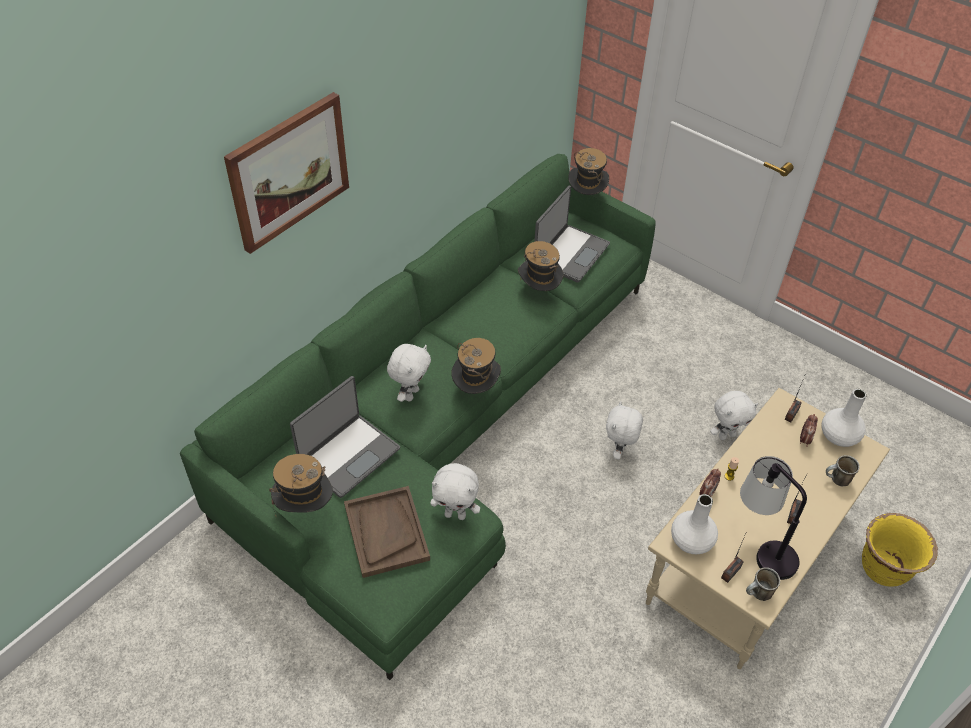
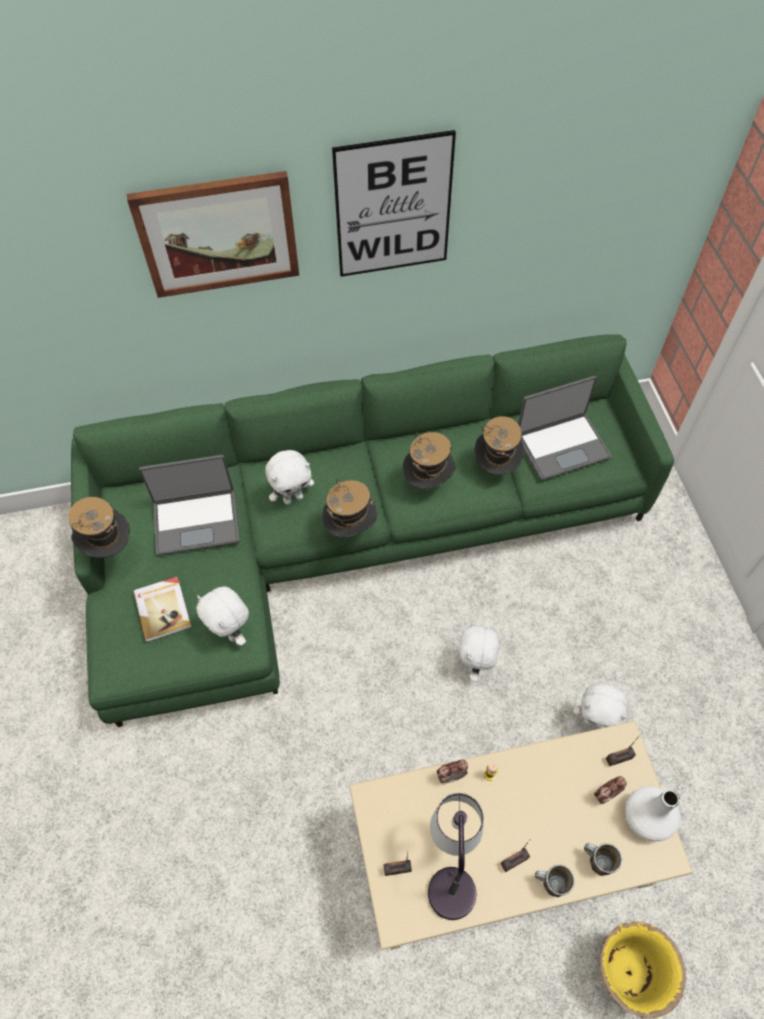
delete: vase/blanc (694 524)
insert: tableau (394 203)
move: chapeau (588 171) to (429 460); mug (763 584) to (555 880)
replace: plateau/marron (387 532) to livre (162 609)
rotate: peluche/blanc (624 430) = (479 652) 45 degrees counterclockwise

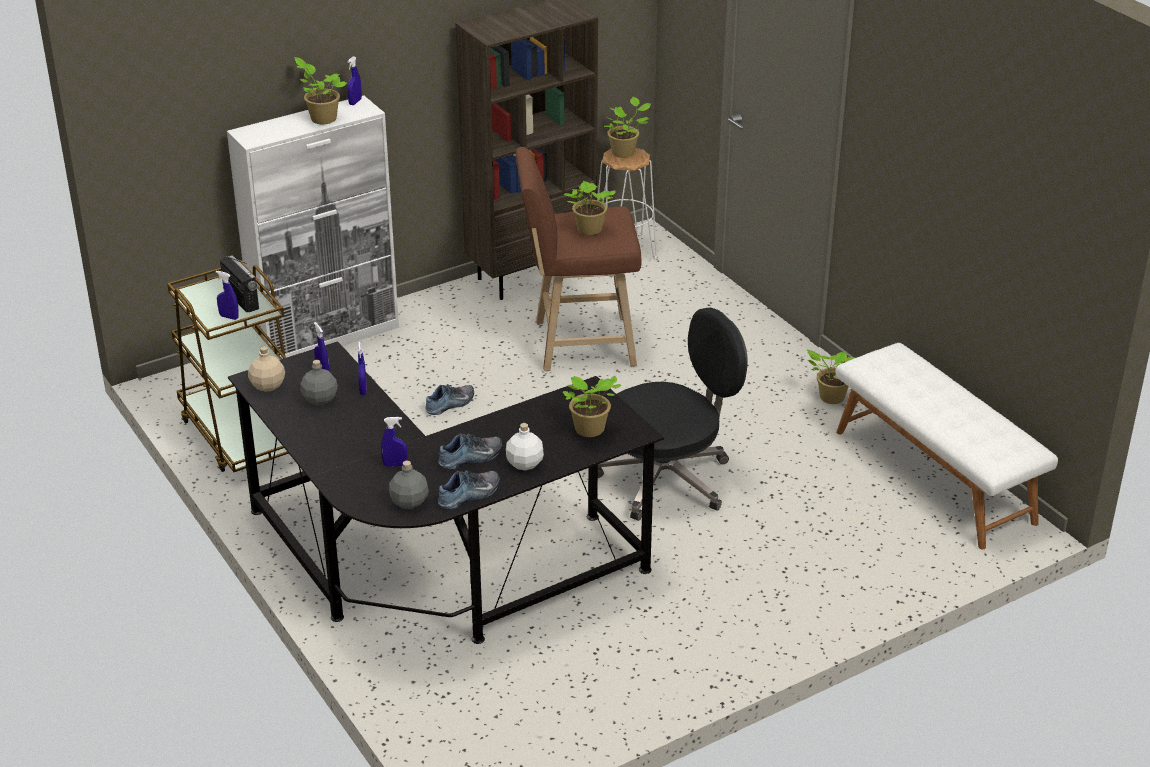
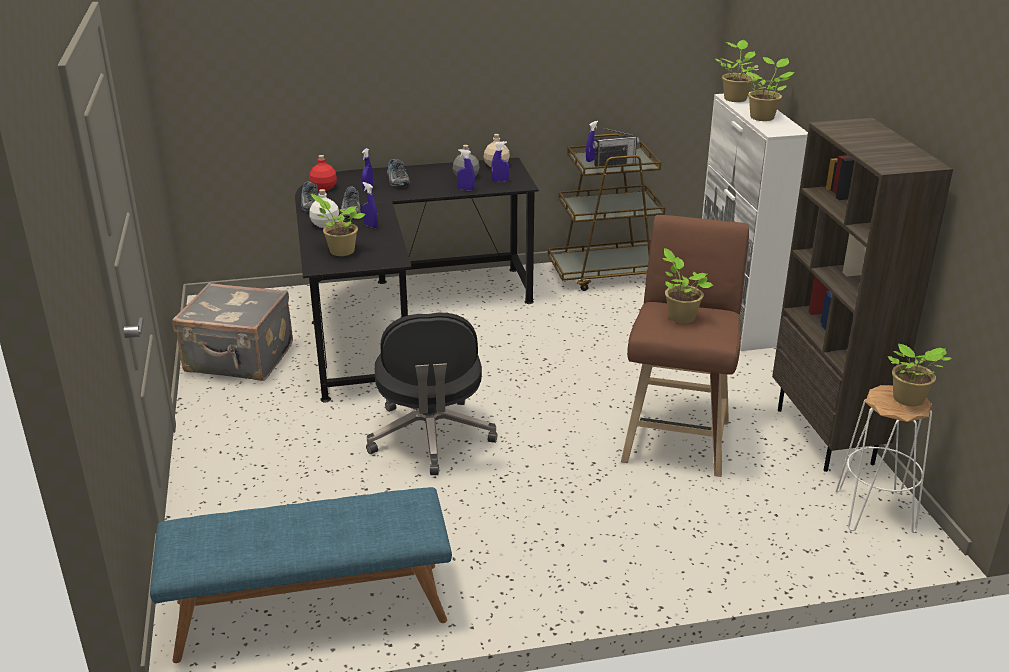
insert: valise/gris (233 332)
move: vaporisateur/bleu (354 80) to (370 205); chaussure (449 399) to (398 173); plante en pot (831 377) to (737 71)
recolor: bouteille/gris (409 485) to bouteille/rouge (323 173); banc/blanc (947 446) to banc/bleu (301 575)

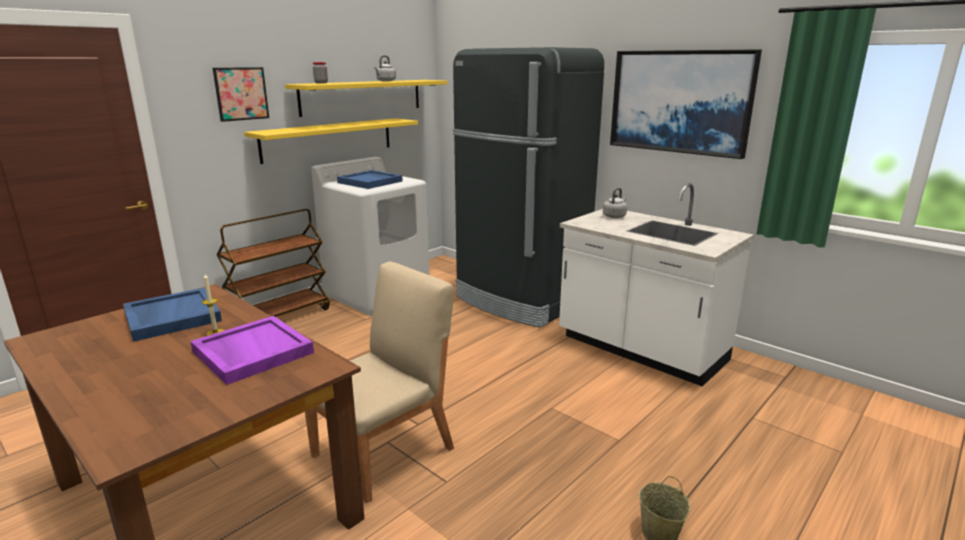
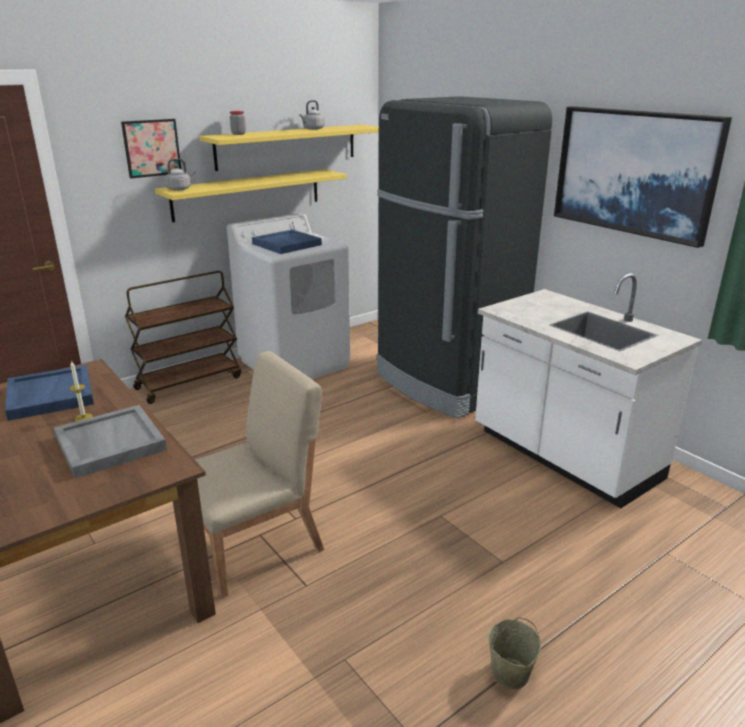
move: bouilloire/gris (615 203) to (180 174)
recolor: plateau/violet (252 350) to plateau/gris (110 442)

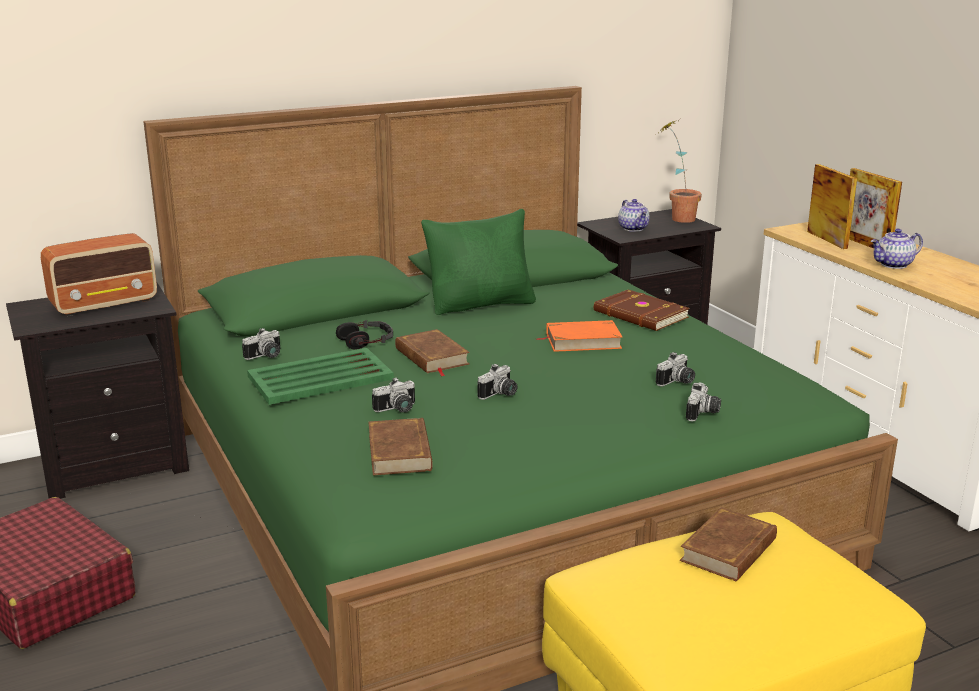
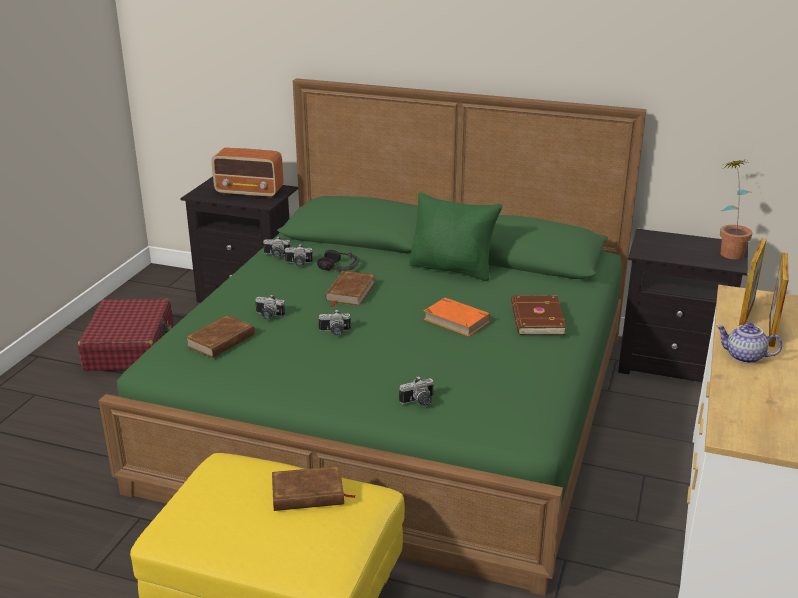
delete: plateau/vert (320 376); théière (634 215)
move: appareil photo (675 369) to (299 255)

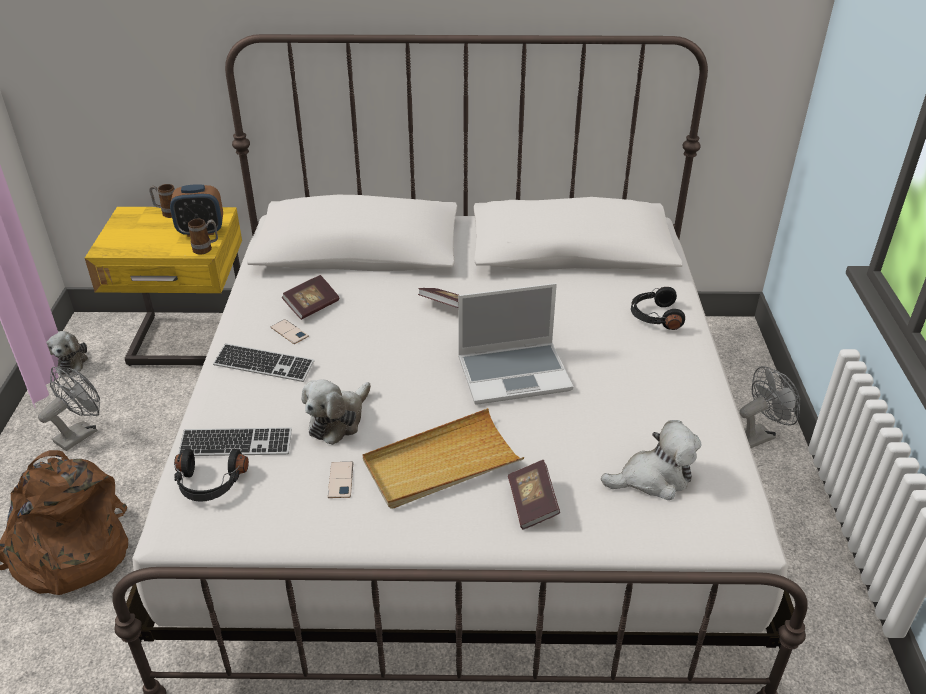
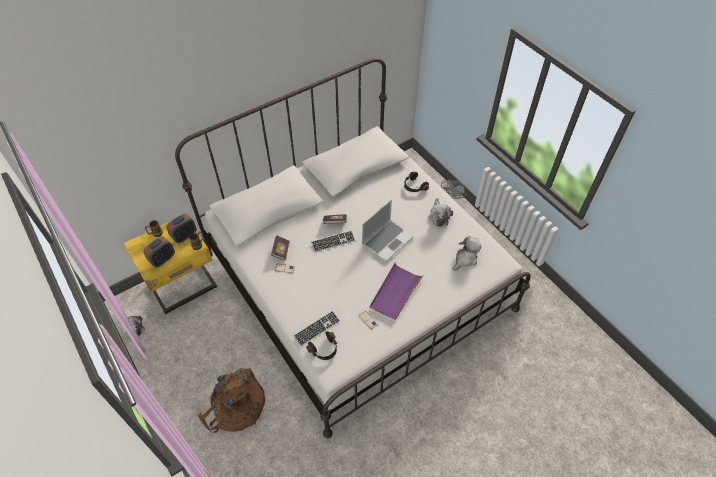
delete: ventilateur/gris (69 409); livre (534 495)
insert: réveil (159 251)
move: clavier (263 362) to (333 241); peluche (336 412) to (440 212)
recolor: plateau/beige (443 458) to plateau/violet (396 291)

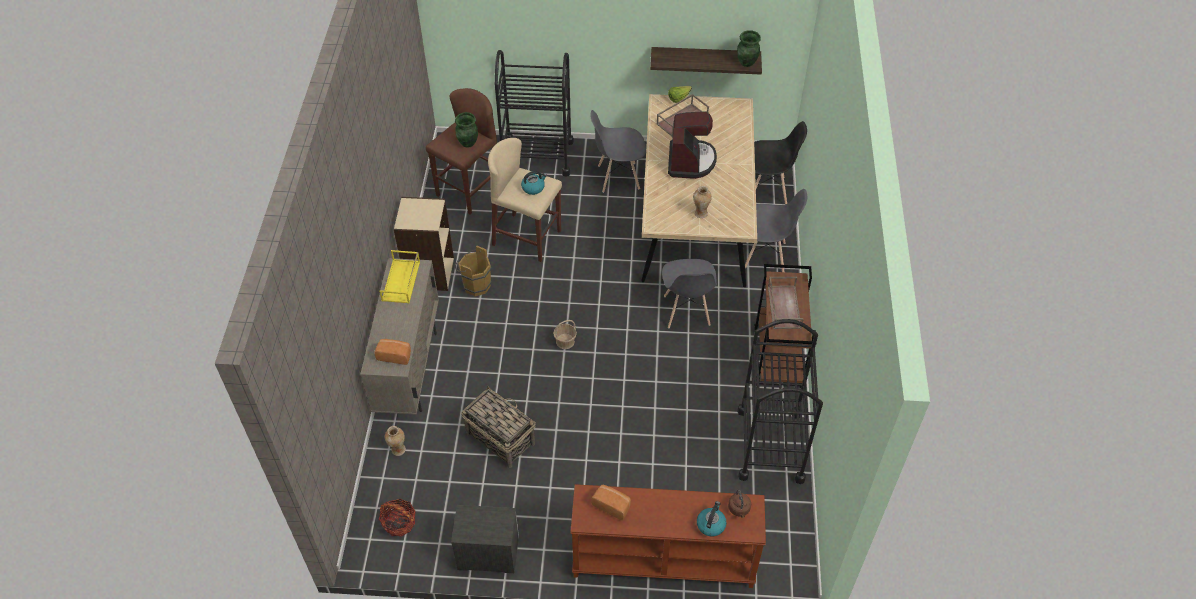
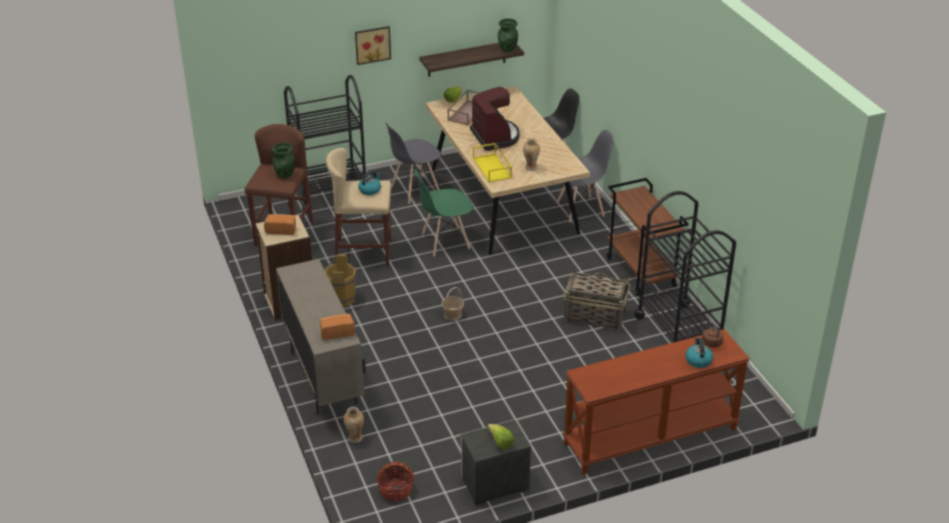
delete: chaise/gris (689 293); plateau/marron (786 303)
insert: tableau (373 45); chaise/vert (443 213); laitue (500 437)
move: plateau/jaune (400 277) to (492 162); panier (499 427) to (597 300); pain (611 502) to (280 224)

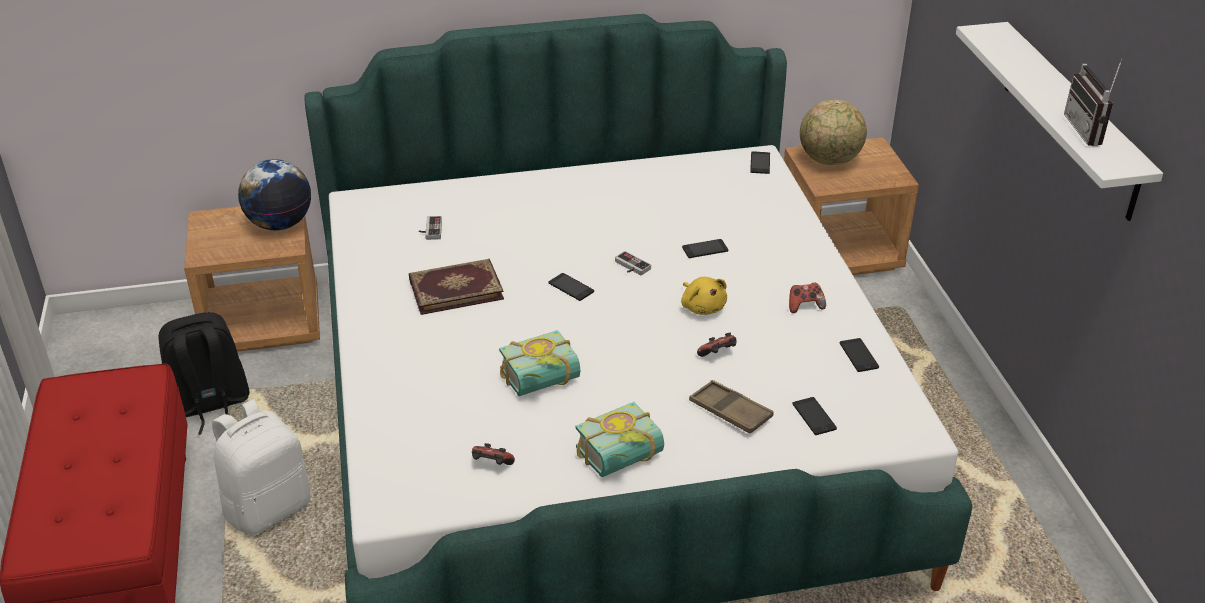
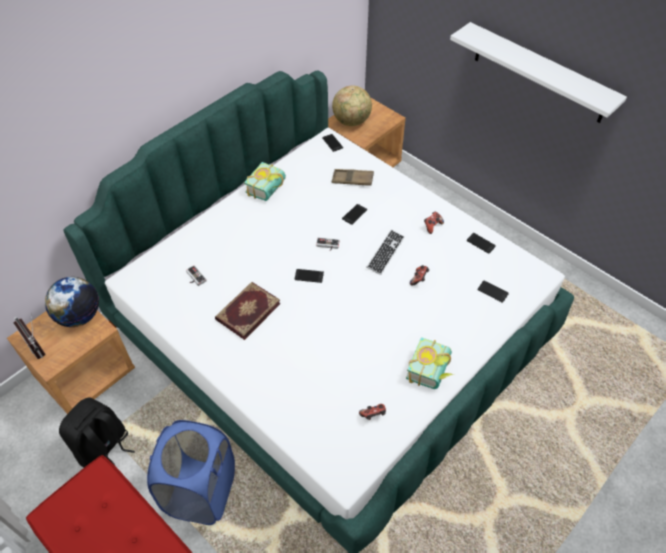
move: livre (539 363) to (265 181); plateau/marron (731 407) to (353 177); radio (1093 102) to (30 337)
replace: sac à dos/blanc (261 467) to panier à linge/bleu (191 472); peluche/jaune (704 296) to clavier (386 252)

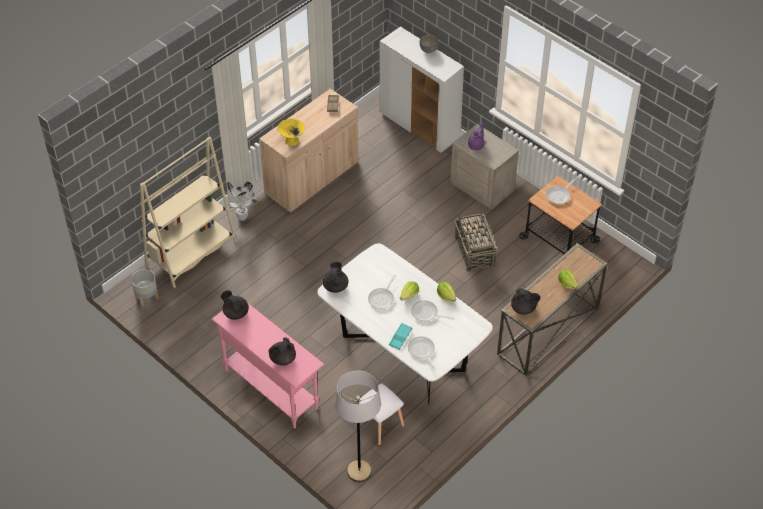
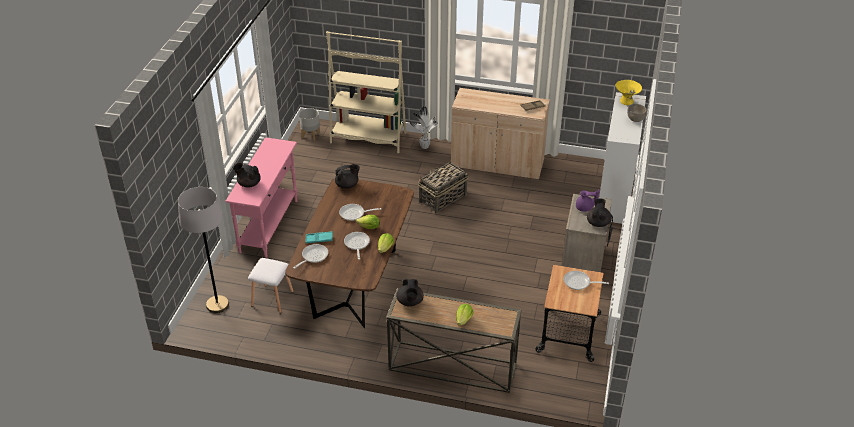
move: théière/noir (235 305) to (599 212); bol/jaune (291 132) to (629 92); panier (475 243) to (443 187)
recolor: table à manger/blanc (405 323) to table à manger/marron (349 253)

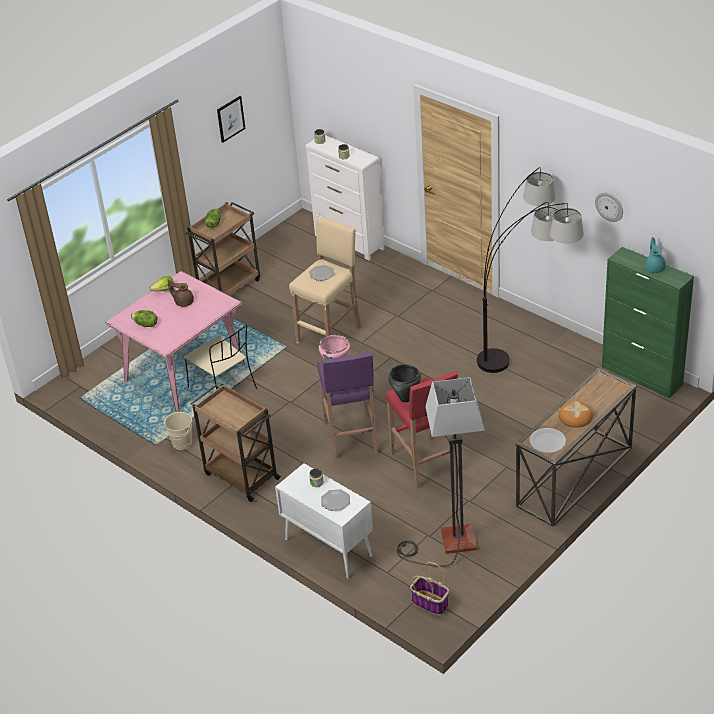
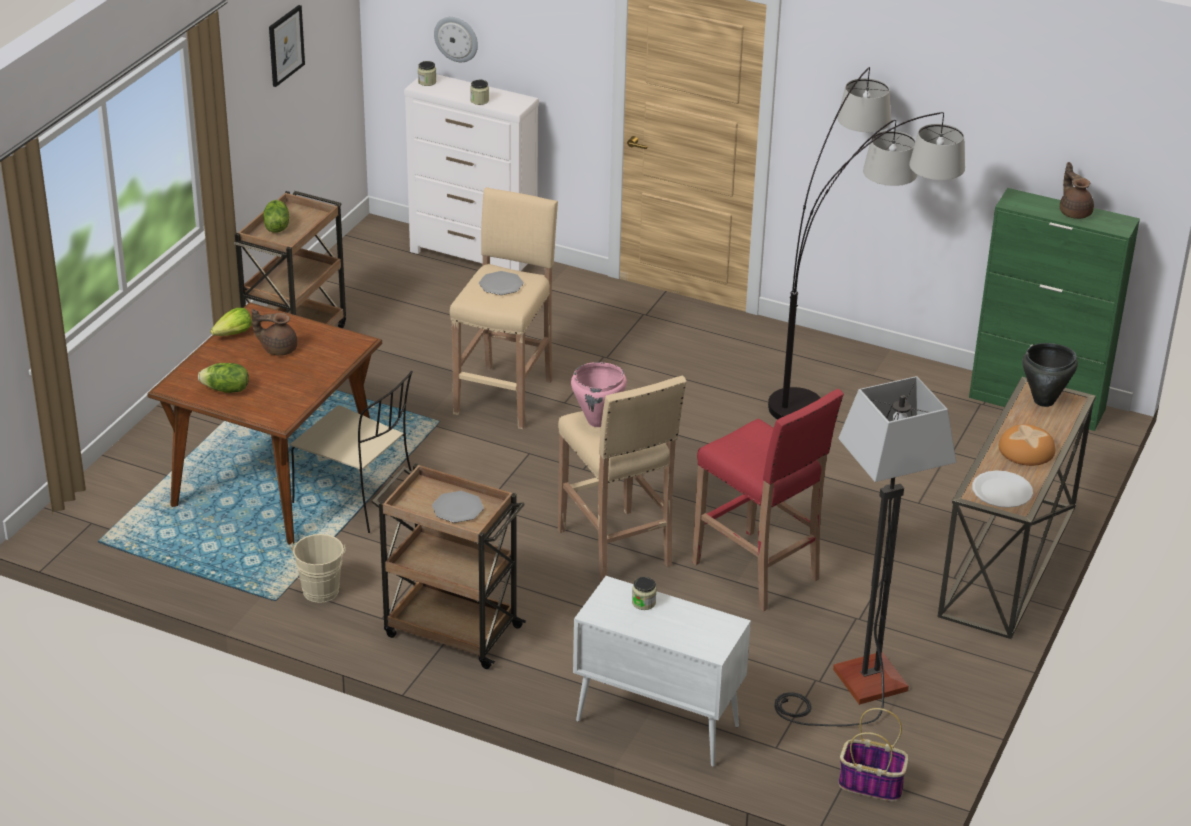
move: assiette (335 500) to (458 507); marmite/noir (404 383) to (1050 375); horloge murale (609 207) to (456 39)
recolor: table à manger/rose (175 341) to table à manger/marron (264 423); tabouret/violet (347 406) to tabouret/beige (622 479); théière/turquoise (655 255) to théière/marron (1077 190)

